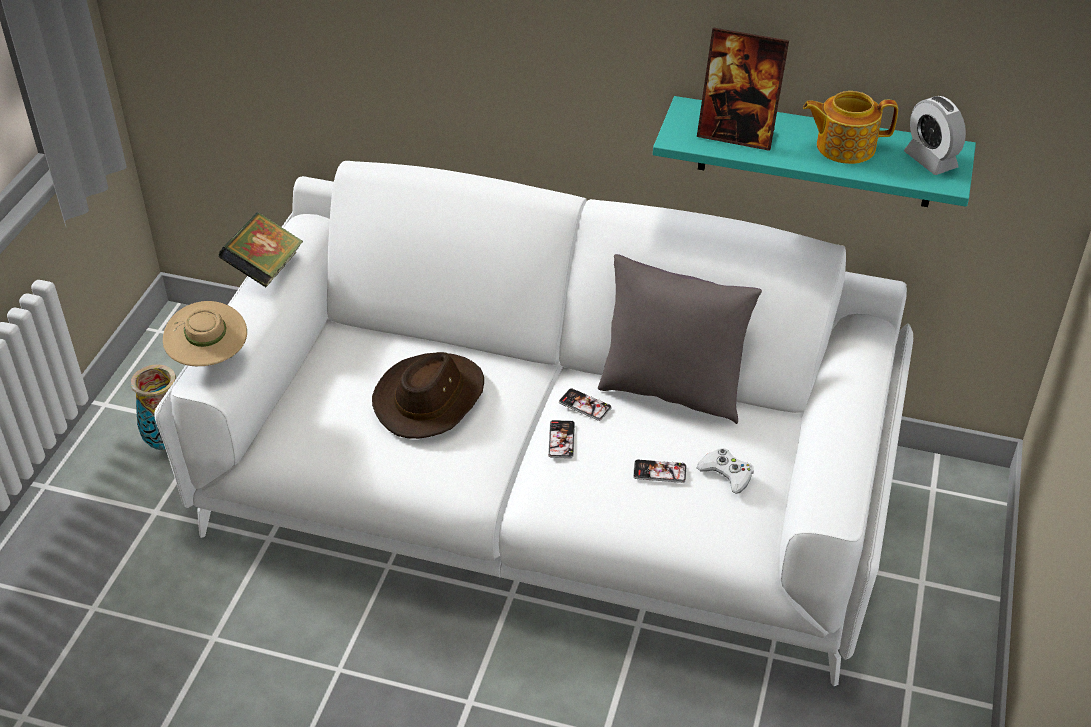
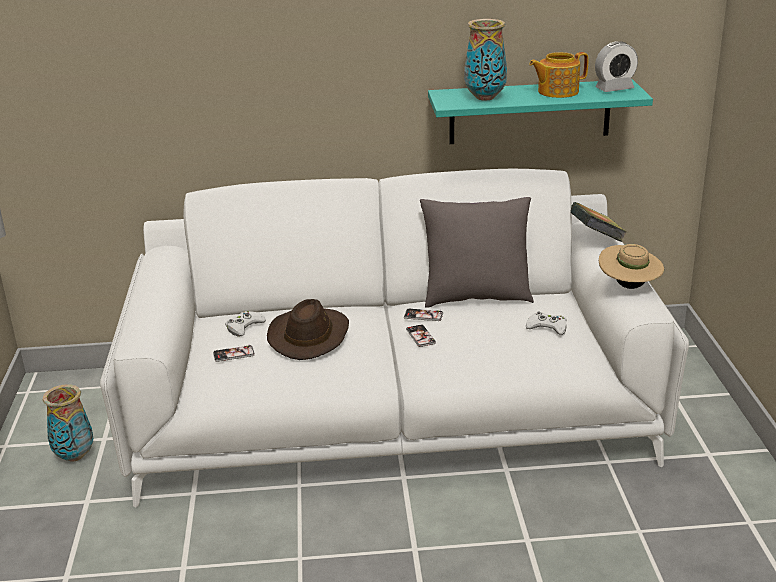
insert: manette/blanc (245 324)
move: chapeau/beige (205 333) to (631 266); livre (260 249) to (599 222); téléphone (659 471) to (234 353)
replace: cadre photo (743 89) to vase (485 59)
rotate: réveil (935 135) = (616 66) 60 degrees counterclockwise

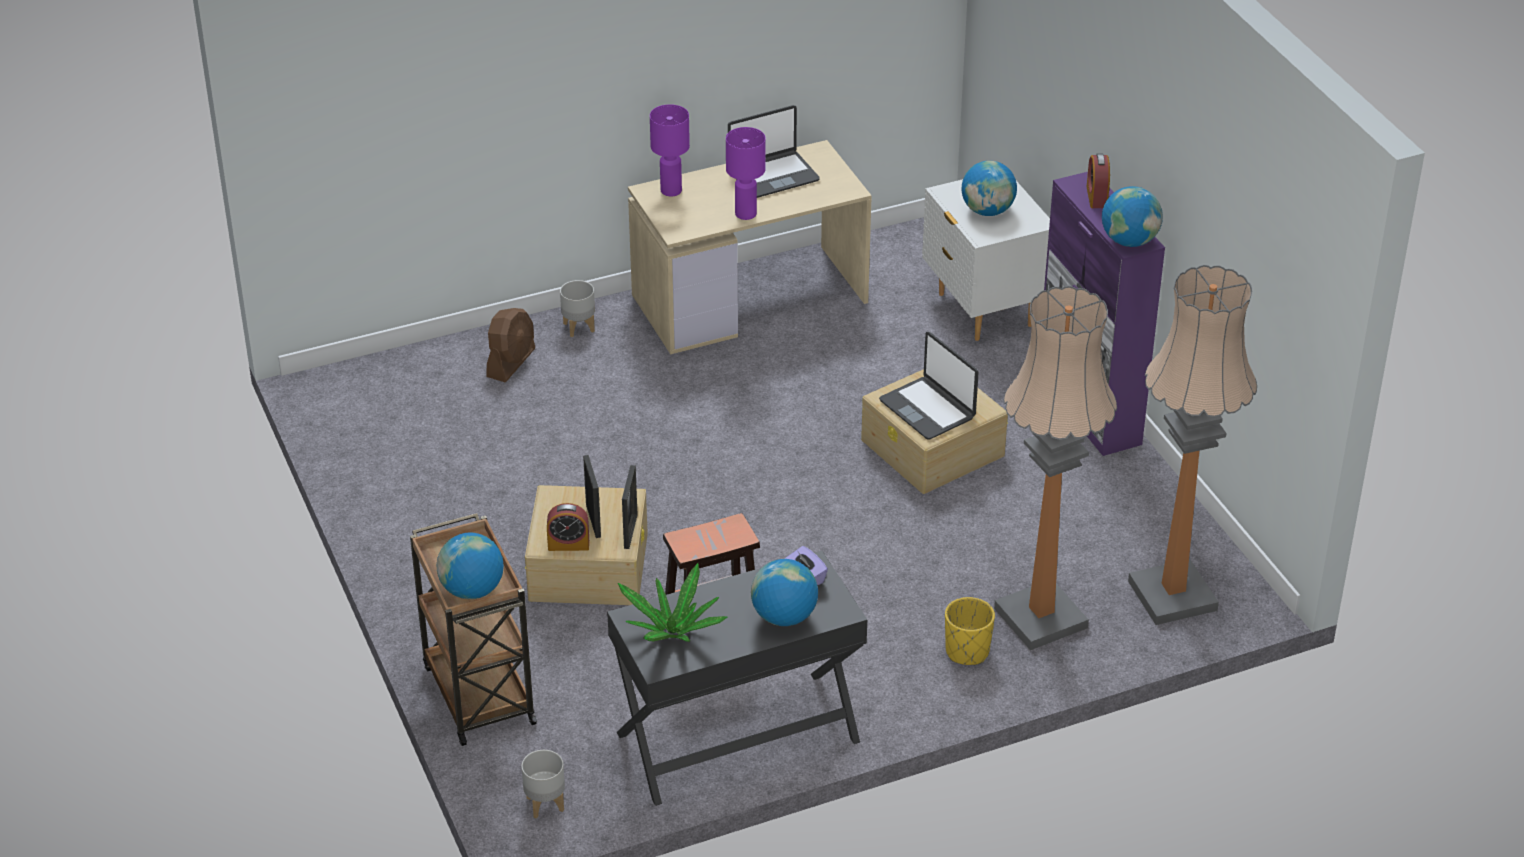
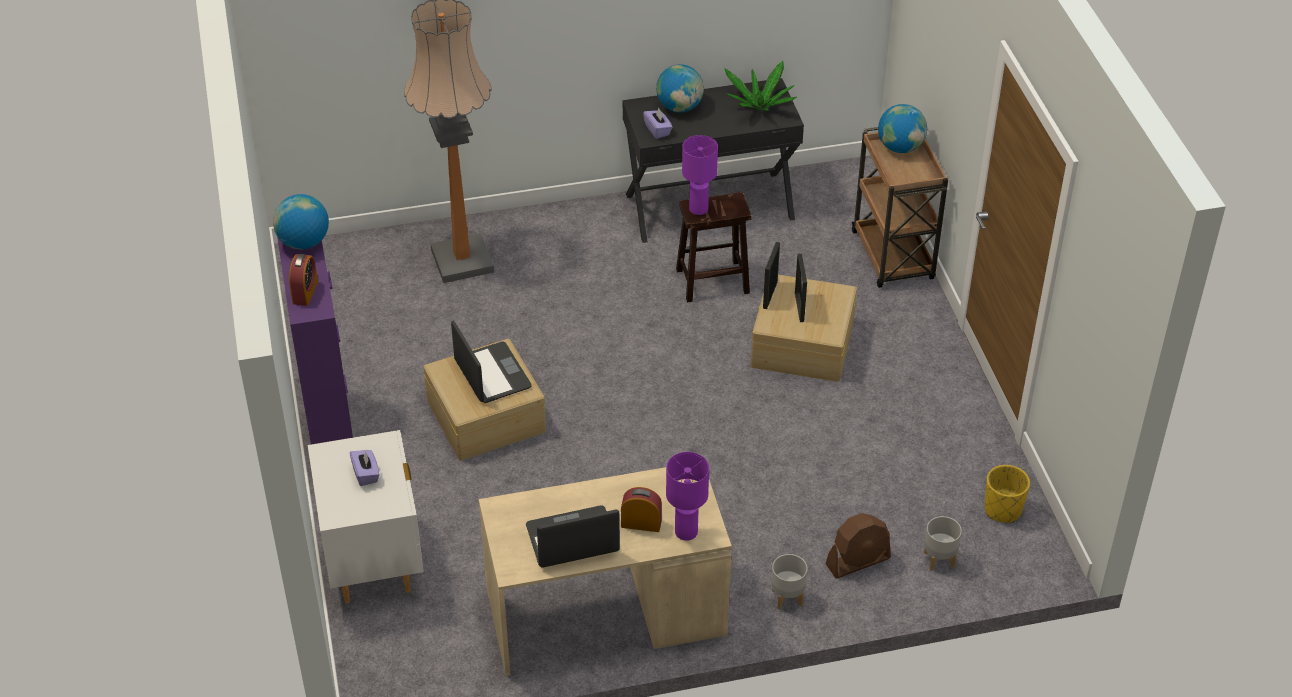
delete: lampadaire (1192 445)
move: cache-pot/gris (543 784) to (943 543); réveil (568 527) to (641 509); lampe de table/violet (746 173) to (700 175); cache-pot/jaune (970 631) to (1007 494)
replace: globe (989 188) to boîte à mouchoirs/violet (365 468)
rotate: ventilateur/marron (510 345) = (858 546) 150 degrees counterclockwise

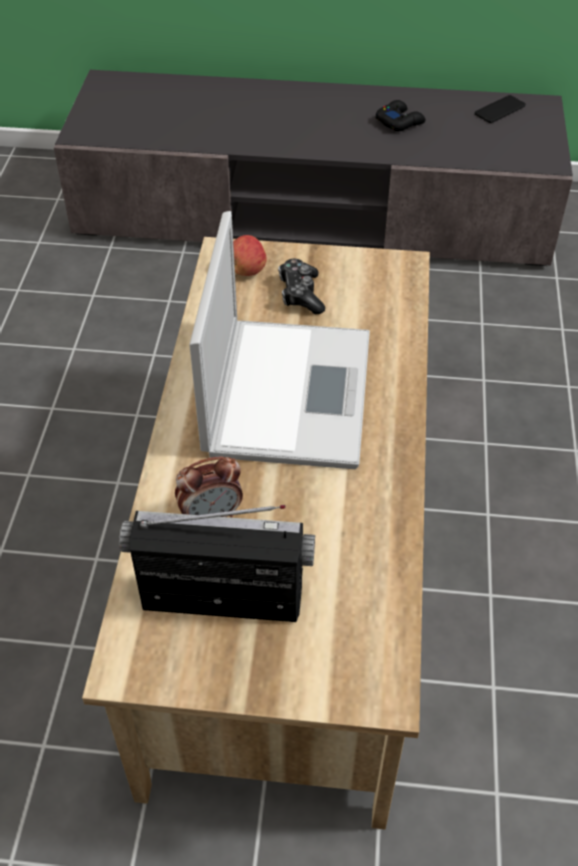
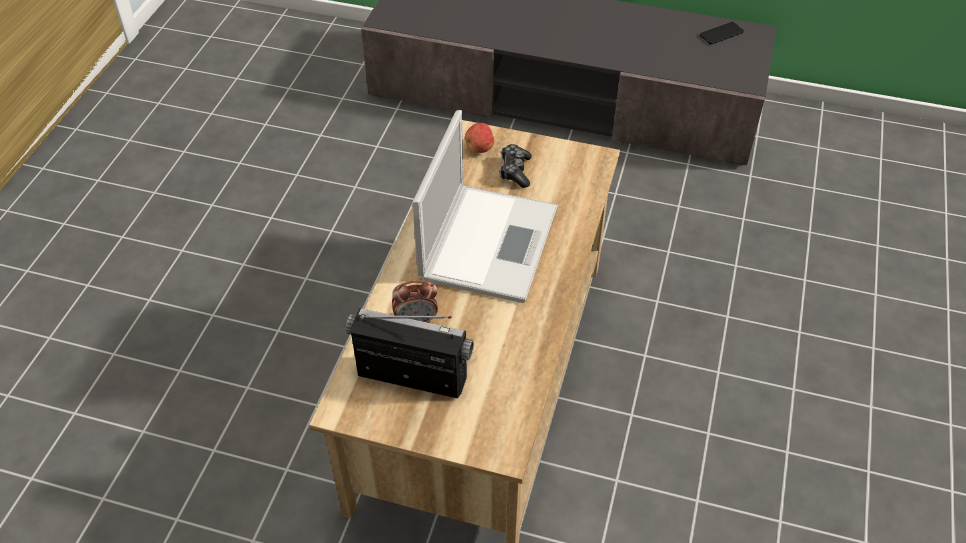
delete: manette/noir (401 115)

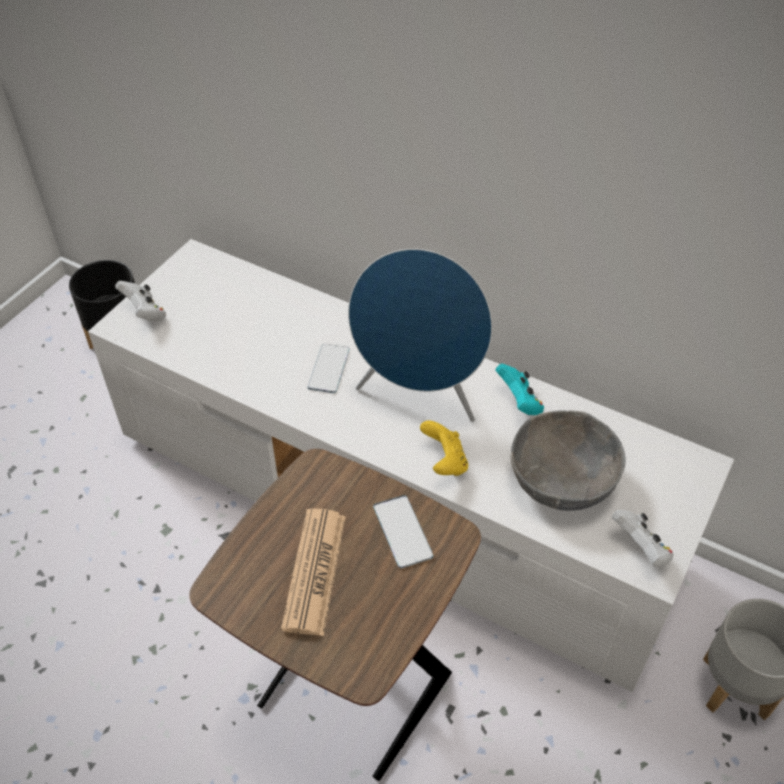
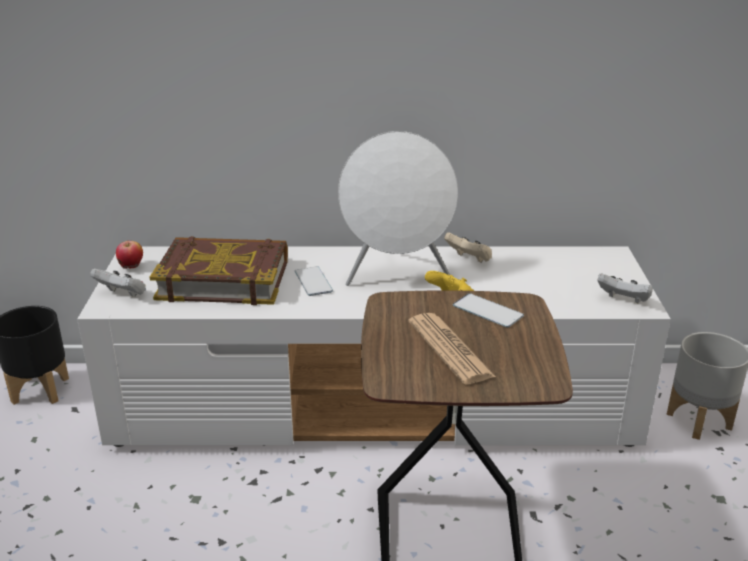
delete: bol/gris (568 460)
insert: pomme (129 255); livre (219 270)
recolor: enceinte/bleu (420 335) to enceinte/blanc (398 208); manette/turquoise (519 389) to manette/beige (468 247)

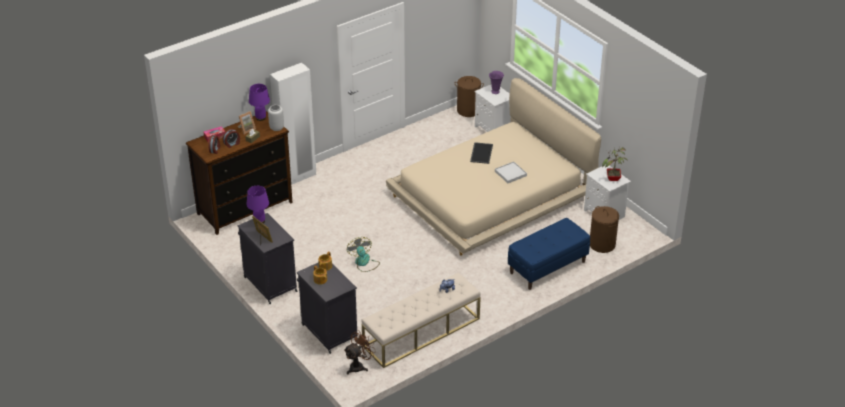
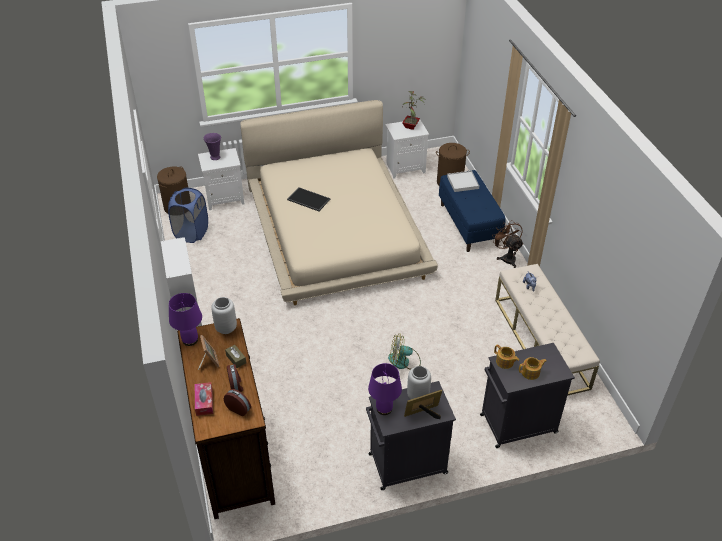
insert: panier à linge/bleu (188 215); vase/gris (419 382)
move: ventilateur/marron (360 352) to (507 244); plateau/blanc (511 172) to (463 181)

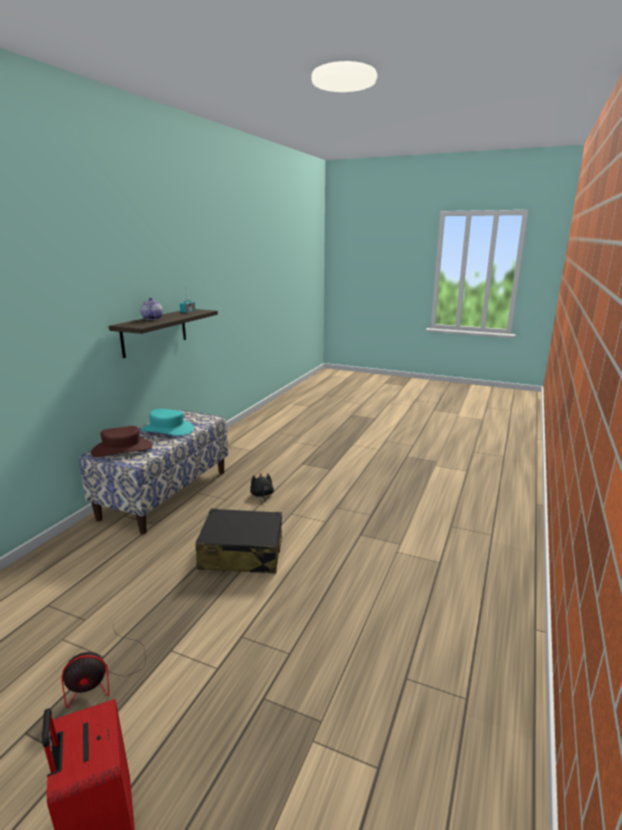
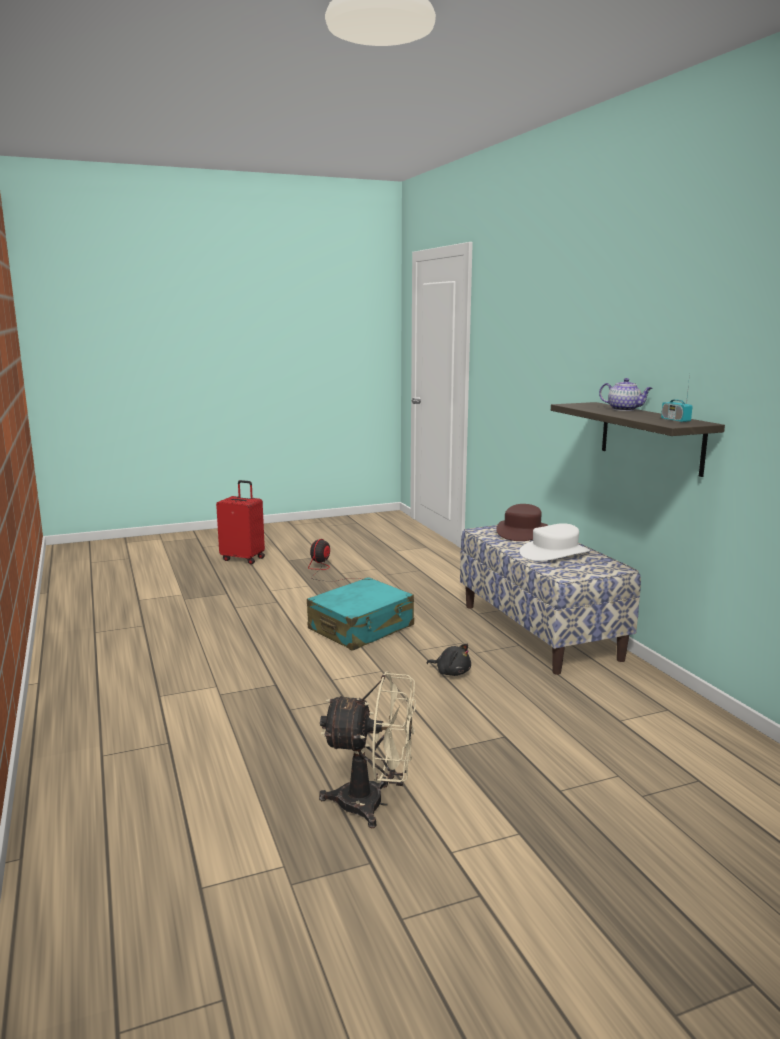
insert: ventilateur/beige (367 749)
recolor: chapeau/turquoise (167 422) to chapeau/blanc (554 542); valise/noir (238 541) to valise/turquoise (360 614)

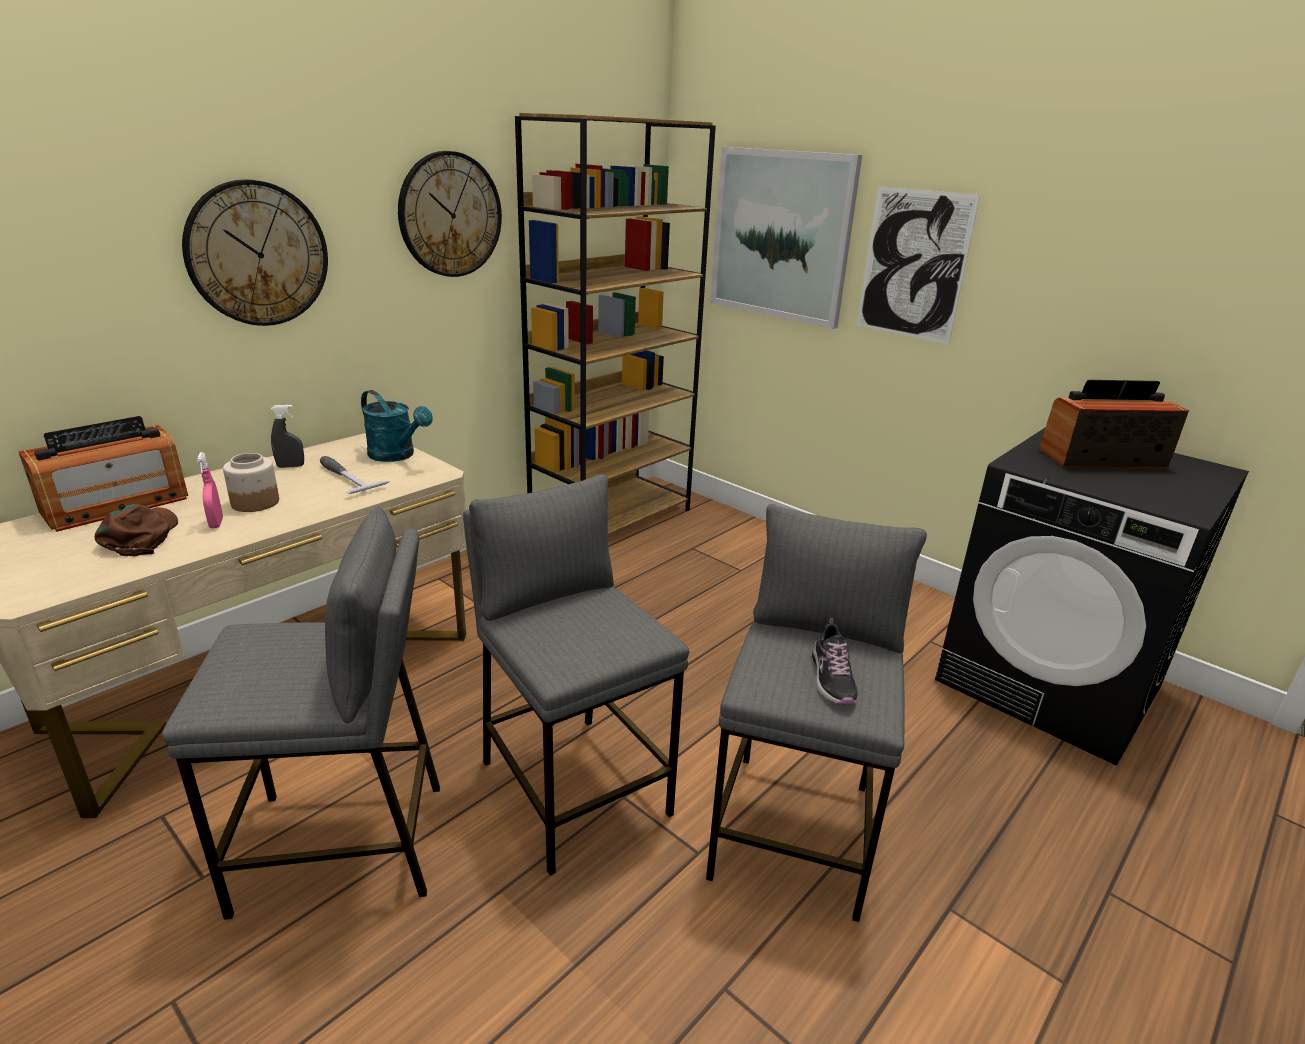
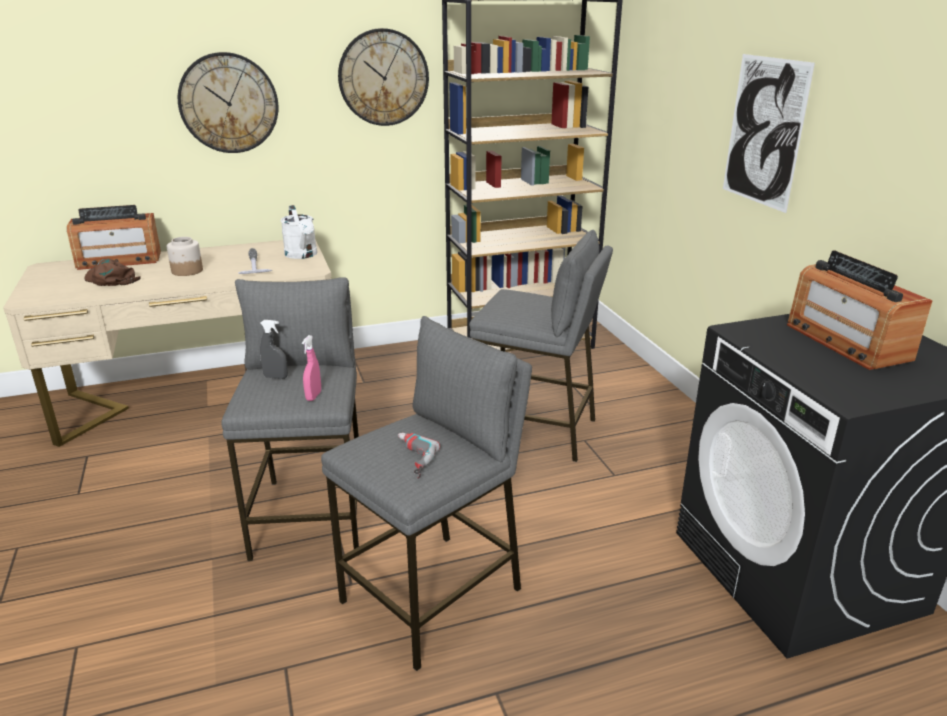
delete: tableau (786 238)
move: tabouret/gris (301 713) to (541 346); vaporisateur/rose (210 490) to (311 368); vaporisateur/gris (287 436) to (273 349)
replace: chaussure (835 661) to perceuse (419 456)
recolor: arrosoir/turquoise (397 426) to arrosoir/blanc (298 232)
rotate: casquette/marron (136 530) = (112 272) 75 degrees counterclockwise; radio (1114 424) = (860 310) 135 degrees counterclockwise

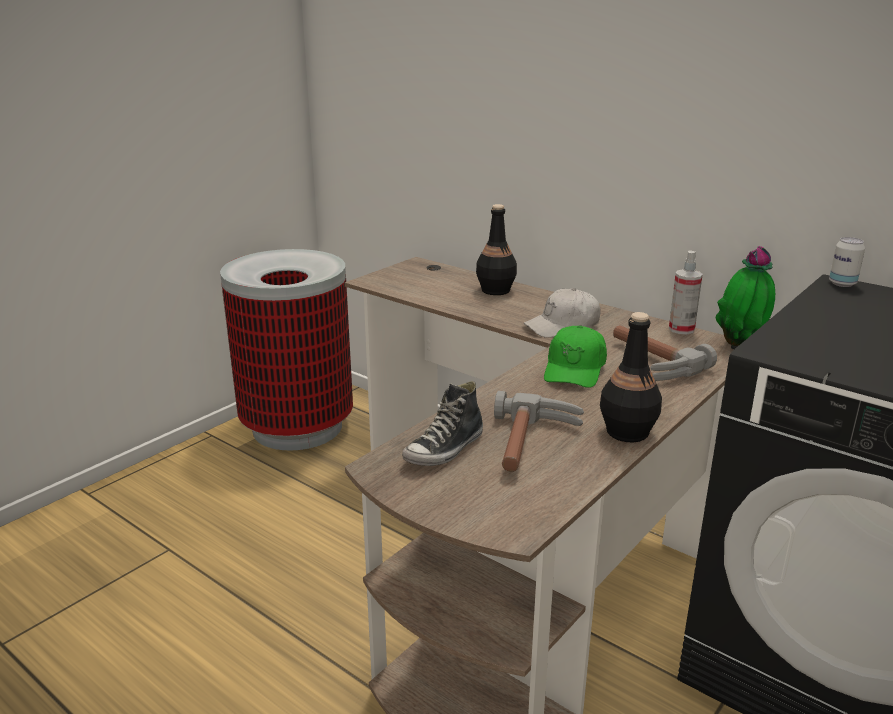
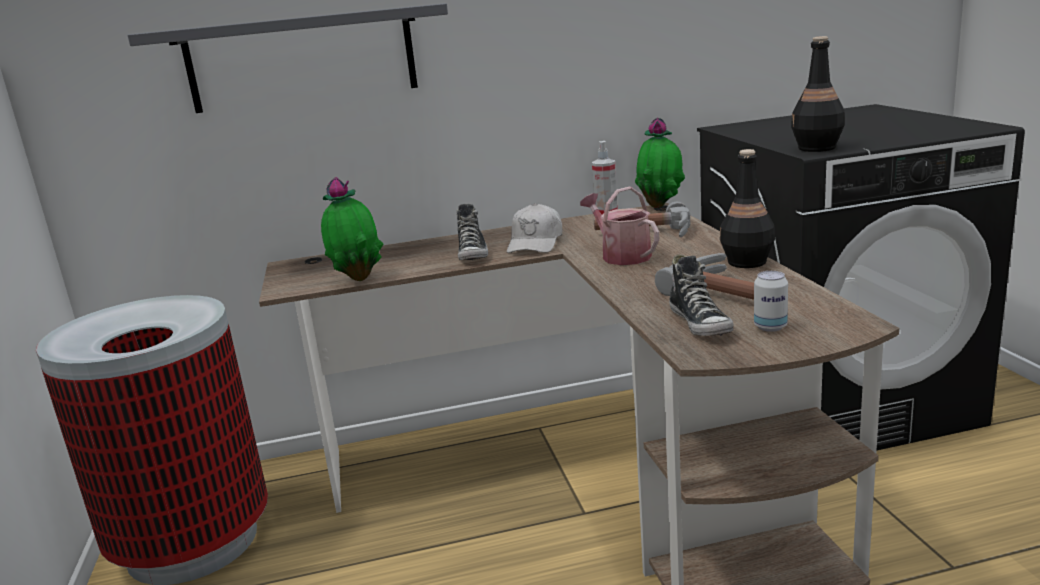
insert: étagère/gris (288 58); plante en pot (352 229); chaussure (472 232)
move: bouteille/noir (496 249) to (818 94); boîte métallique (847 262) to (771 301)
replace: casquette/vert (575 356) to arrosoir (619 226)

